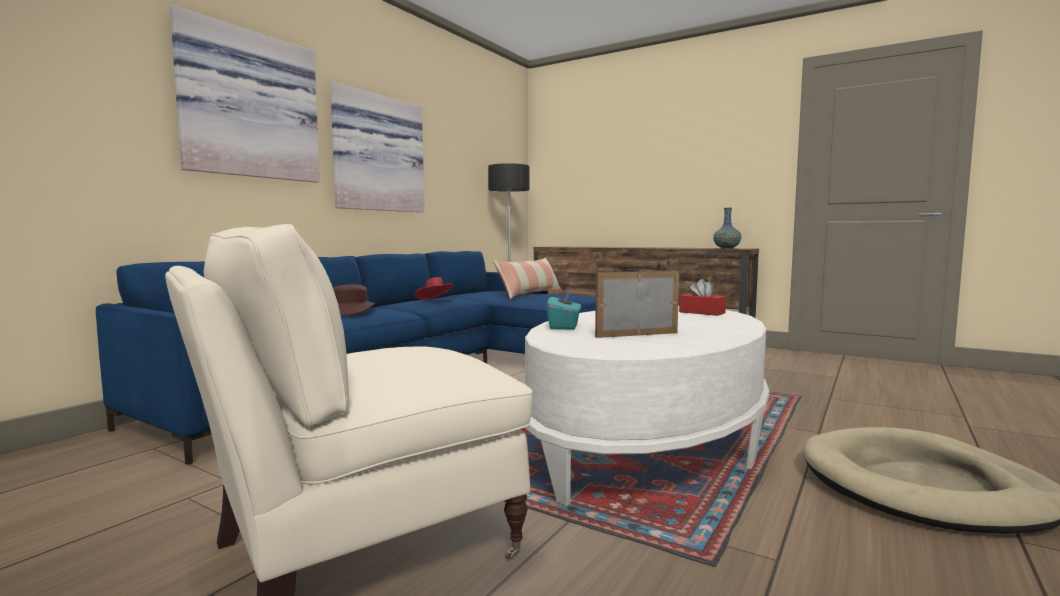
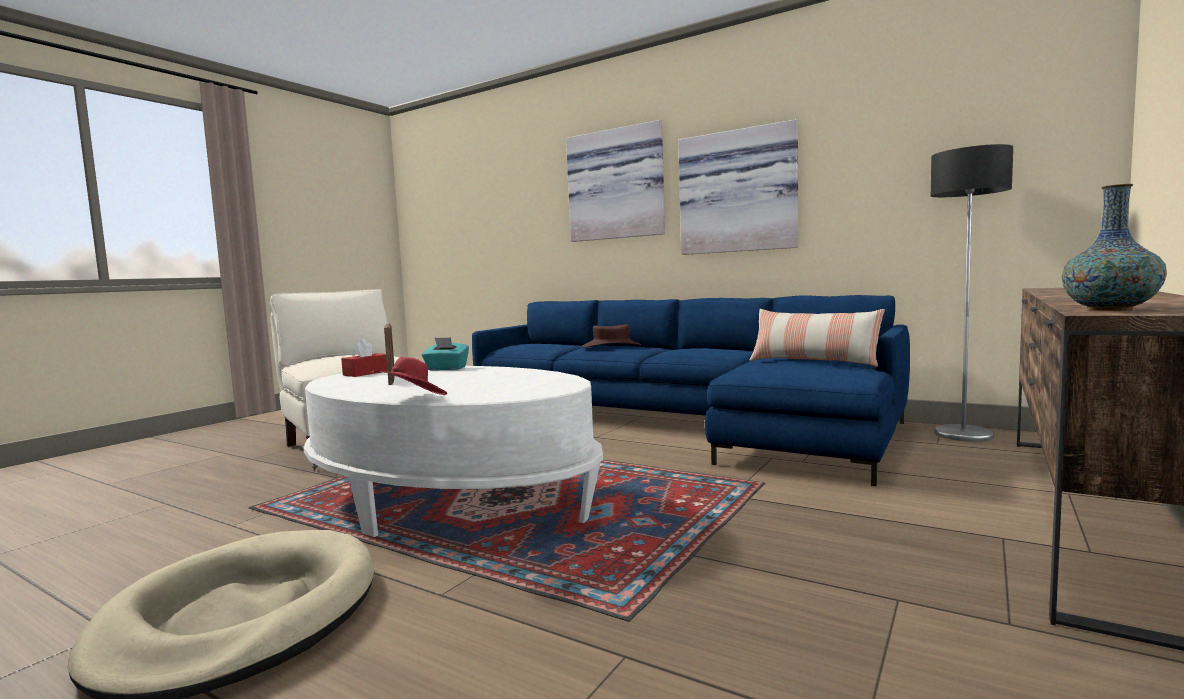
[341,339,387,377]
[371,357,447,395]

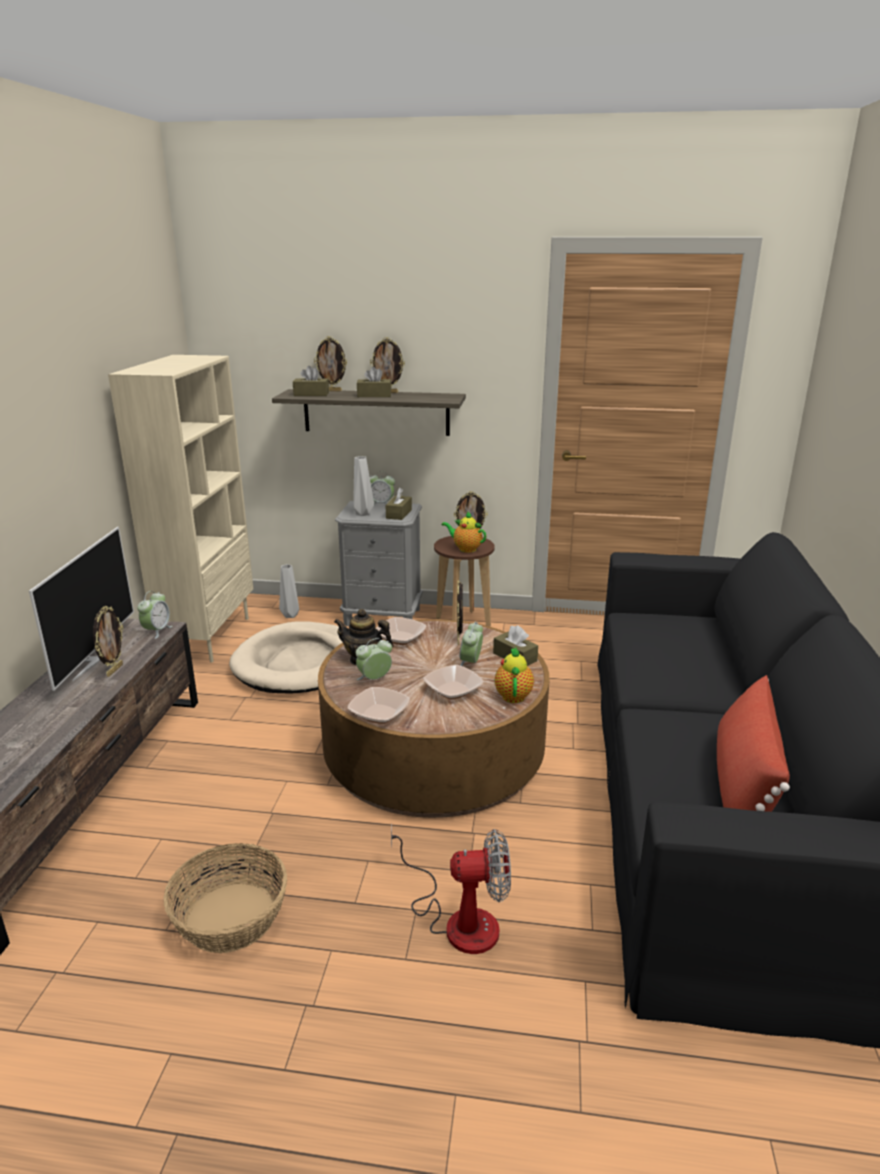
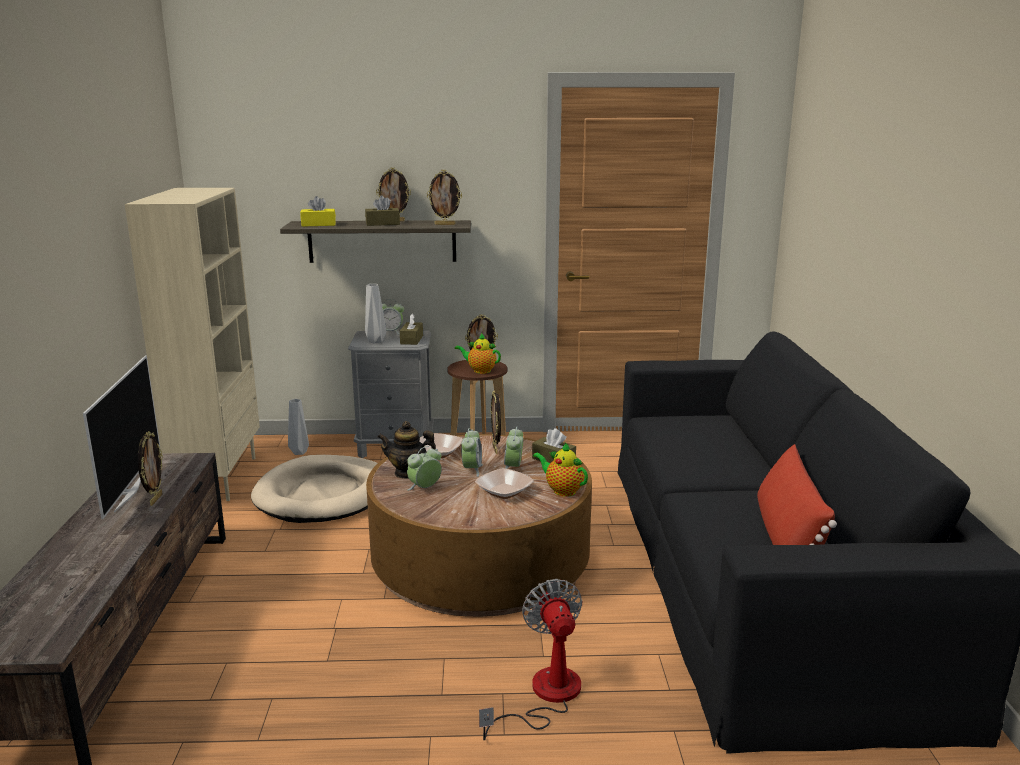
[300,196,336,227]
[427,170,462,225]
[461,428,483,477]
[479,579,582,740]
[533,442,588,497]
[163,843,287,953] (first image)
[347,687,410,724] (first image)

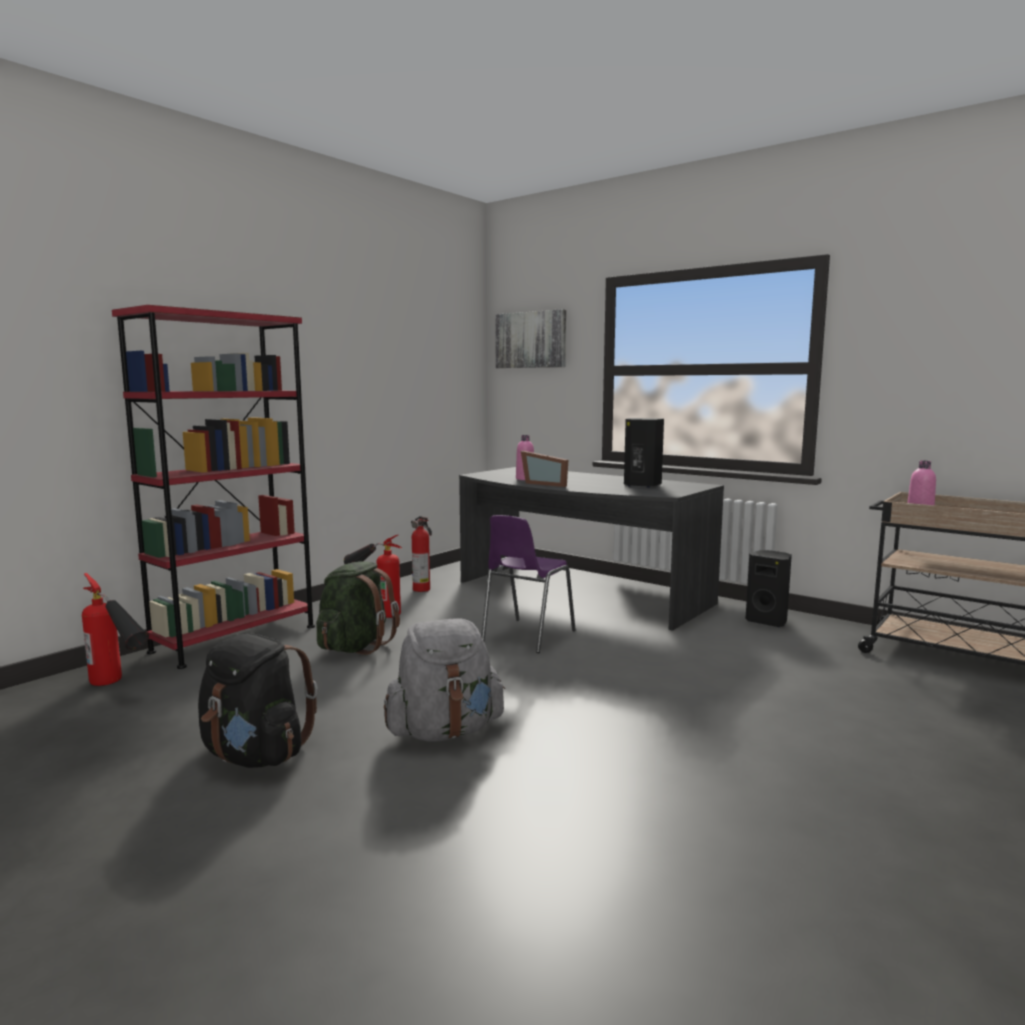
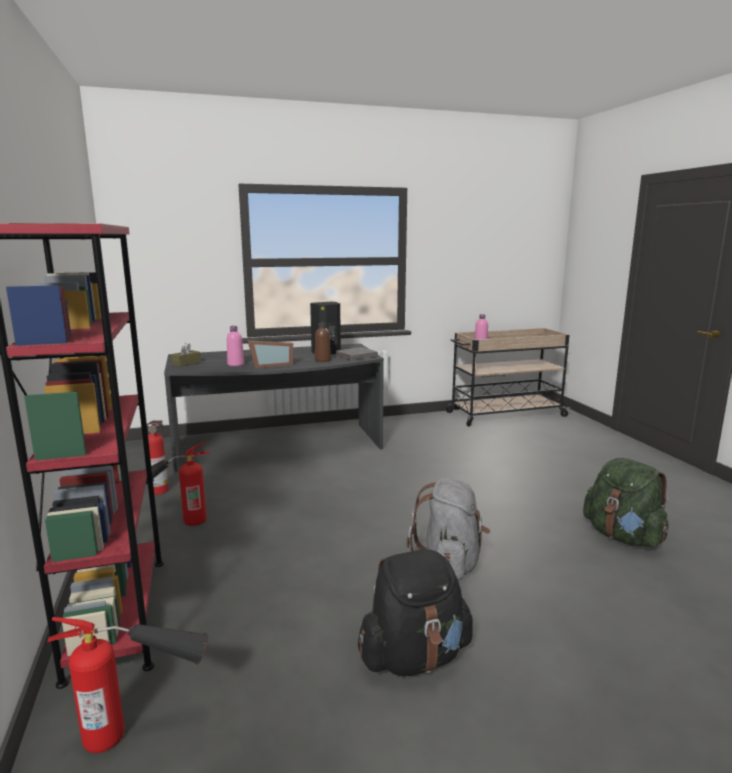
[171,343,201,367]
[315,323,331,362]
[336,347,378,360]
[583,458,669,548]
[481,515,576,653] (first image)
[495,309,566,368] (first image)
[745,550,792,627] (first image)

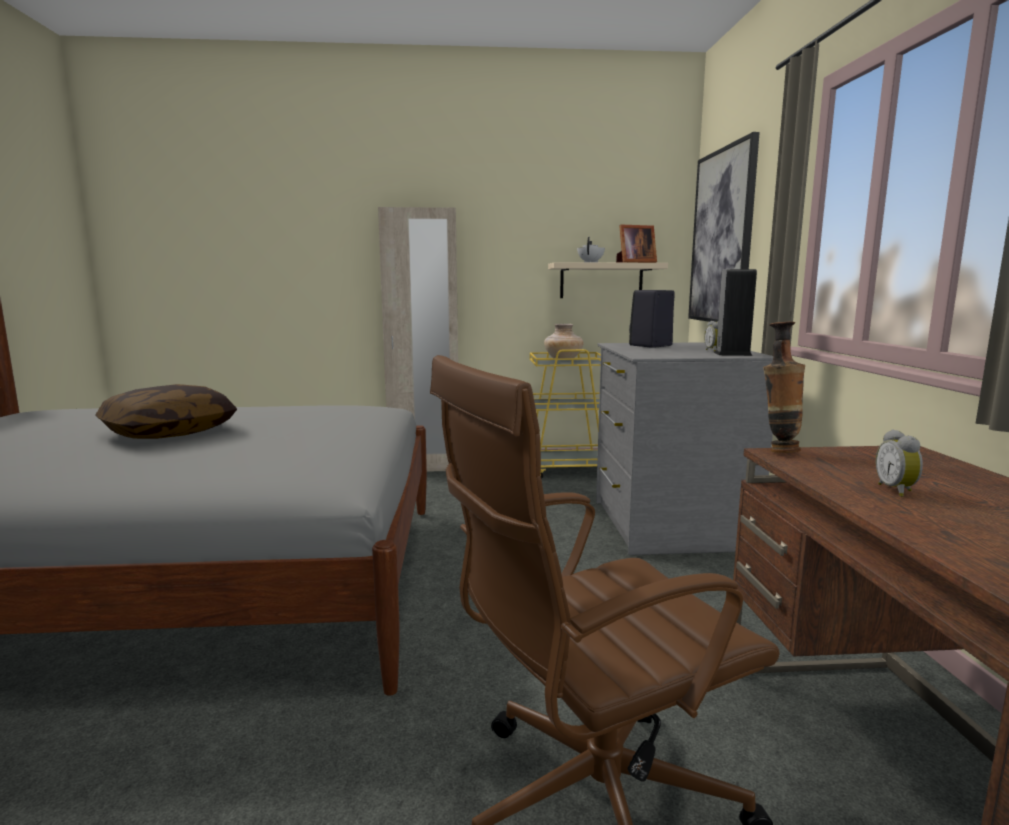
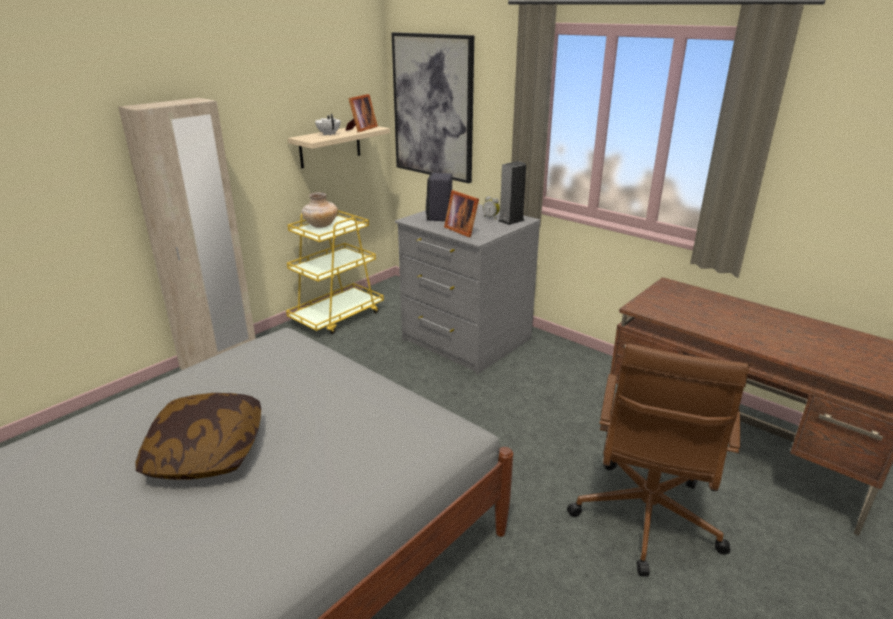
[444,190,479,237]
[763,321,805,453] (first image)
[875,429,923,497] (first image)

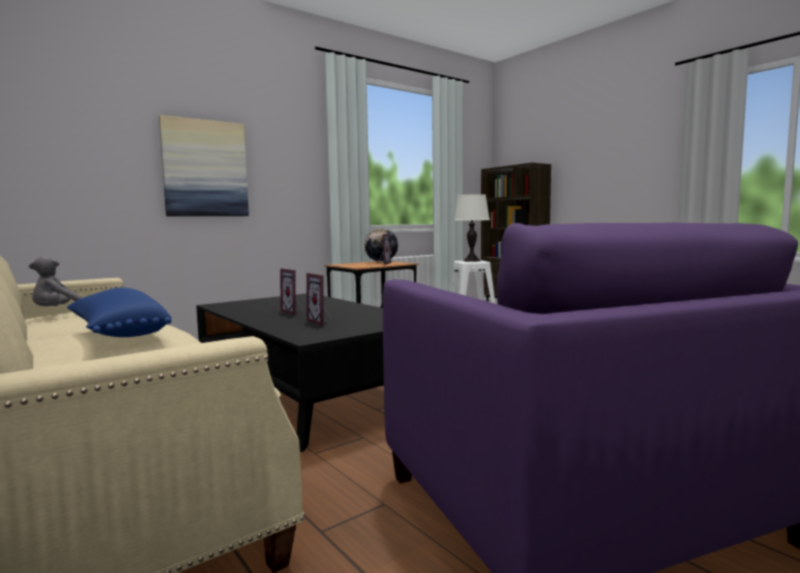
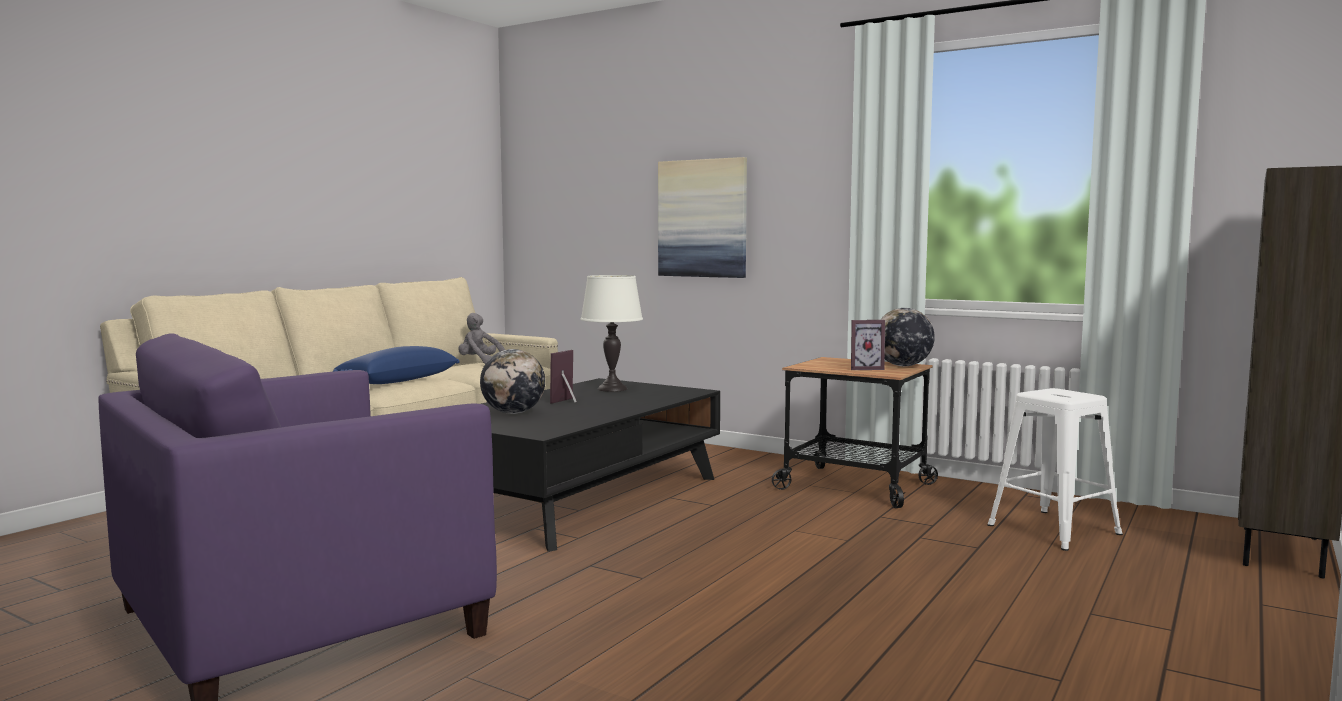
[480,349,545,414]
[580,275,643,392]

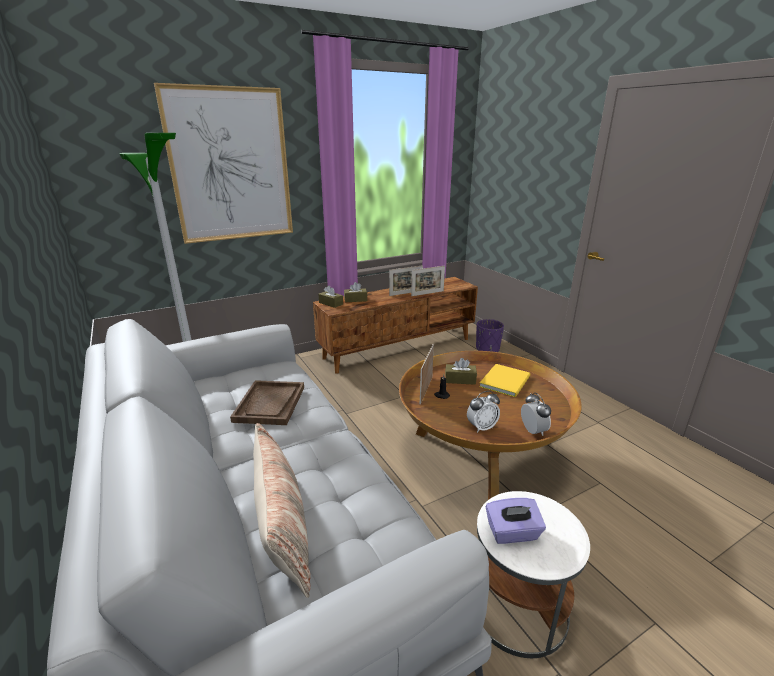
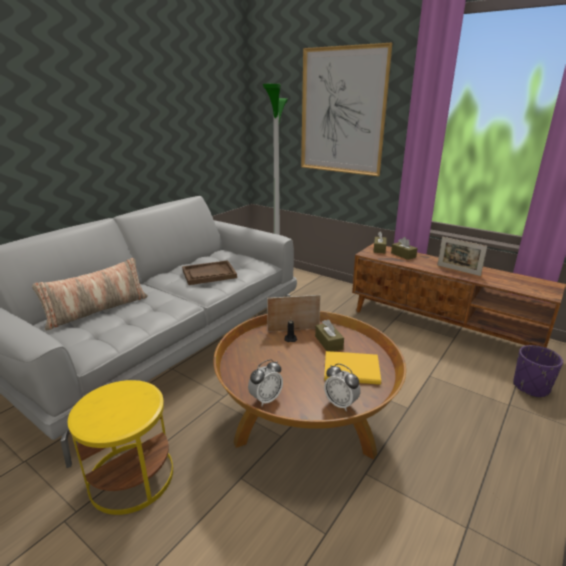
[68,380,173,515]
[324,363,361,411]
[411,266,445,296] (first image)
[486,498,546,544] (first image)

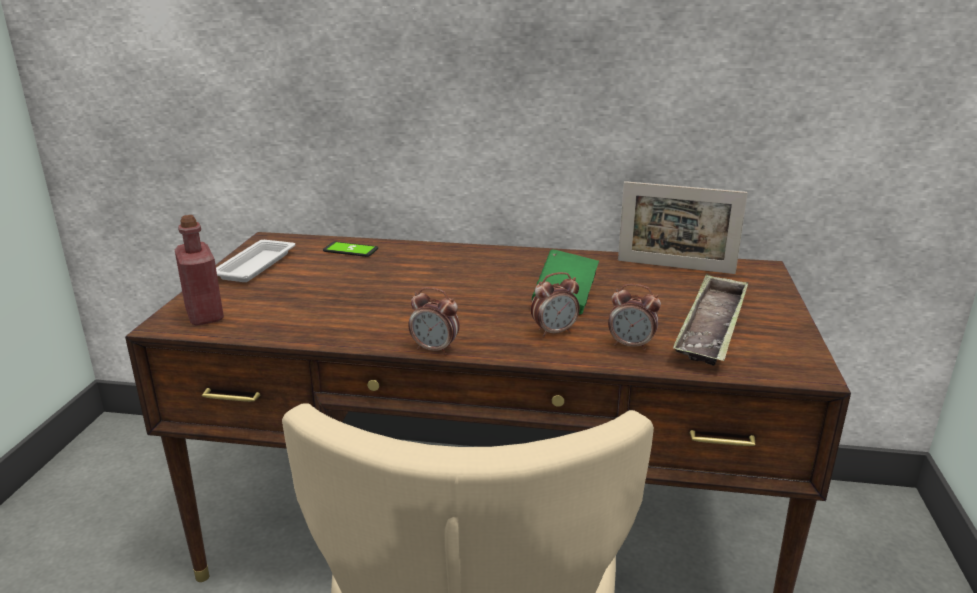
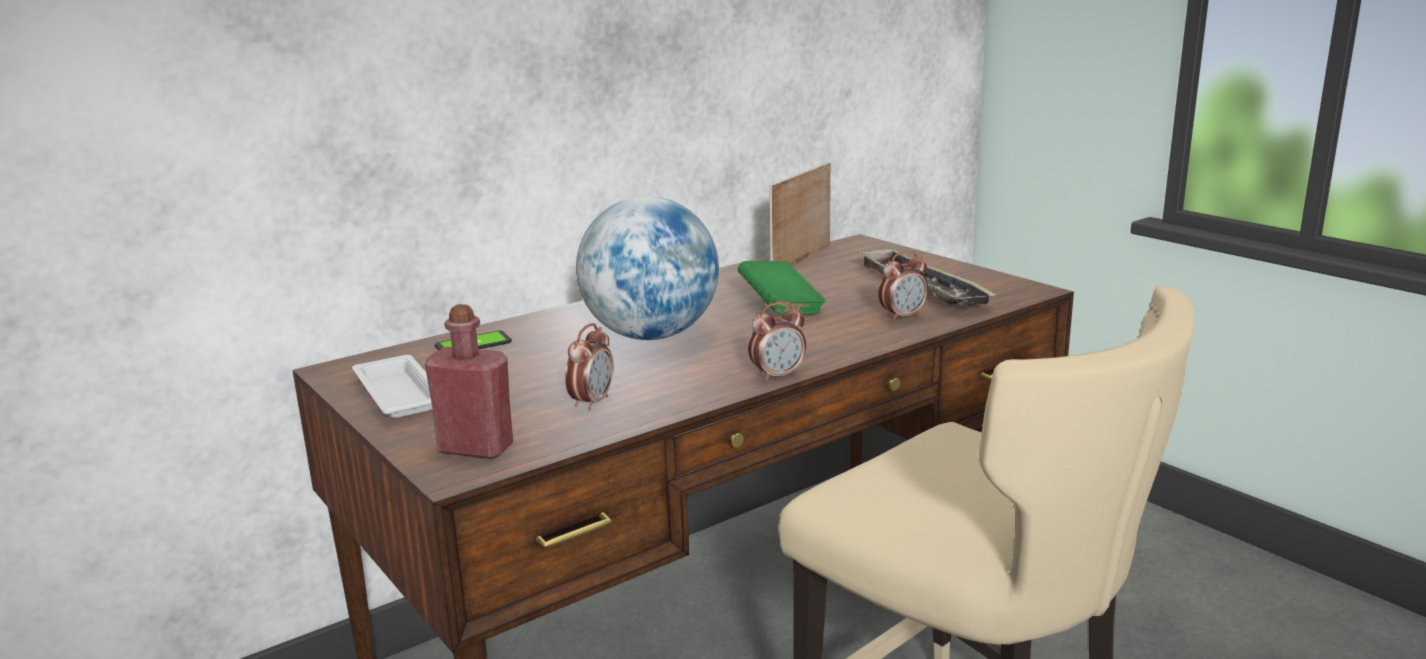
[565,323,614,411]
[576,196,719,340]
[769,162,831,266]

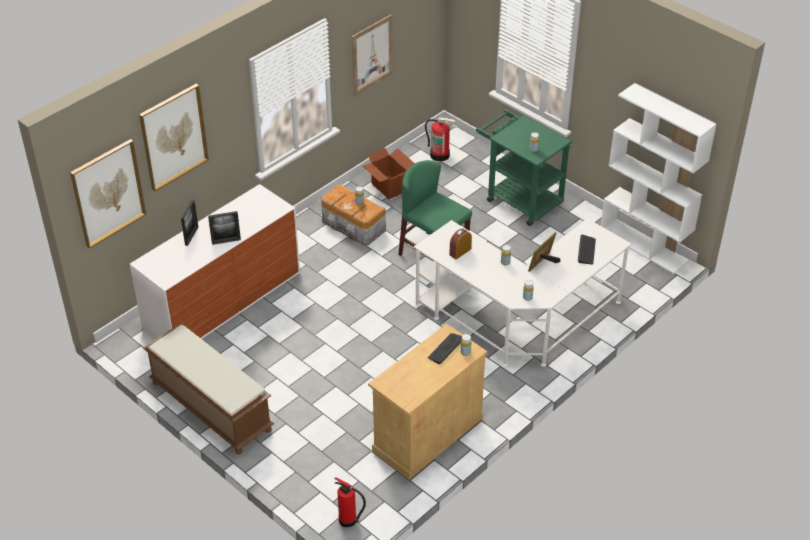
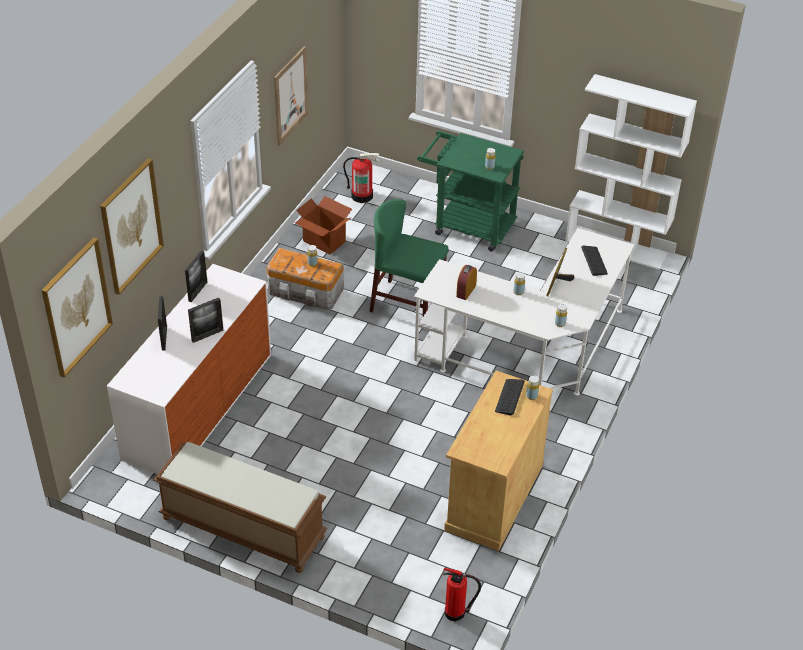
[185,250,207,302]

